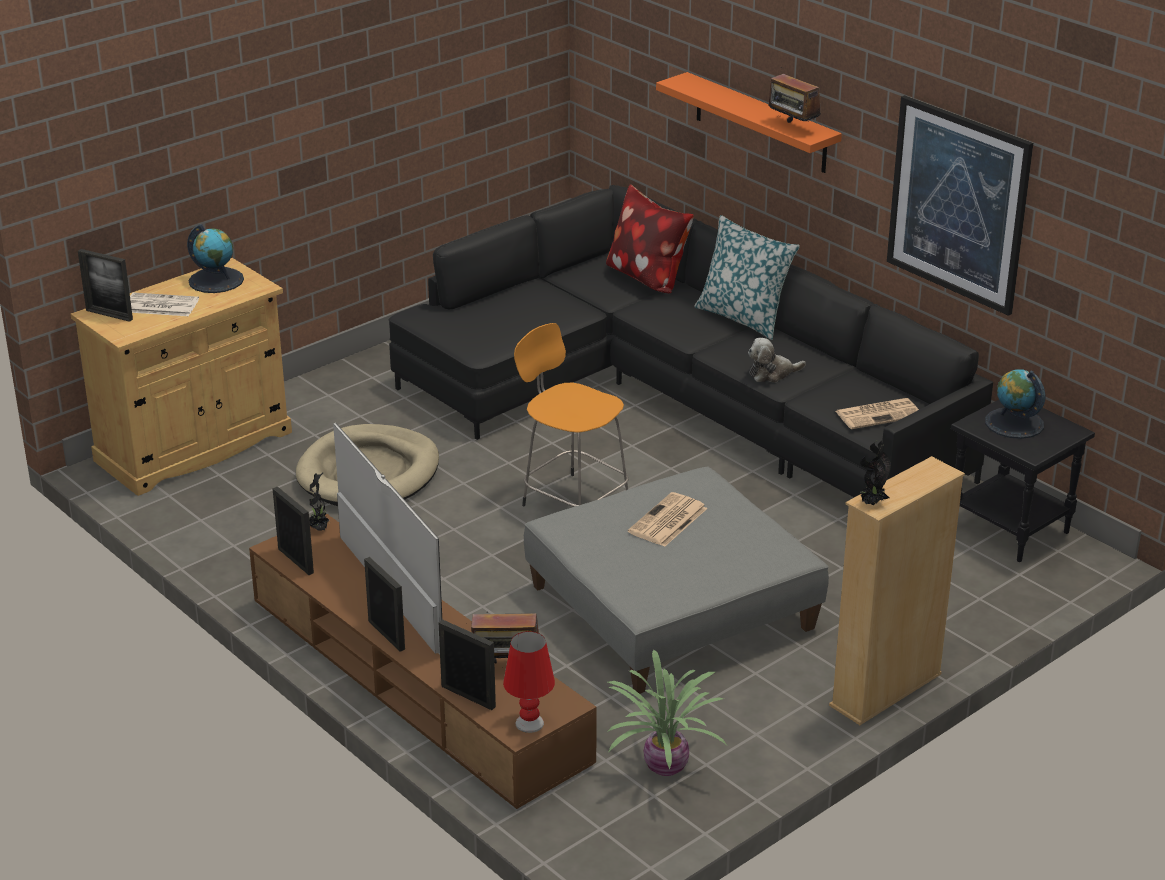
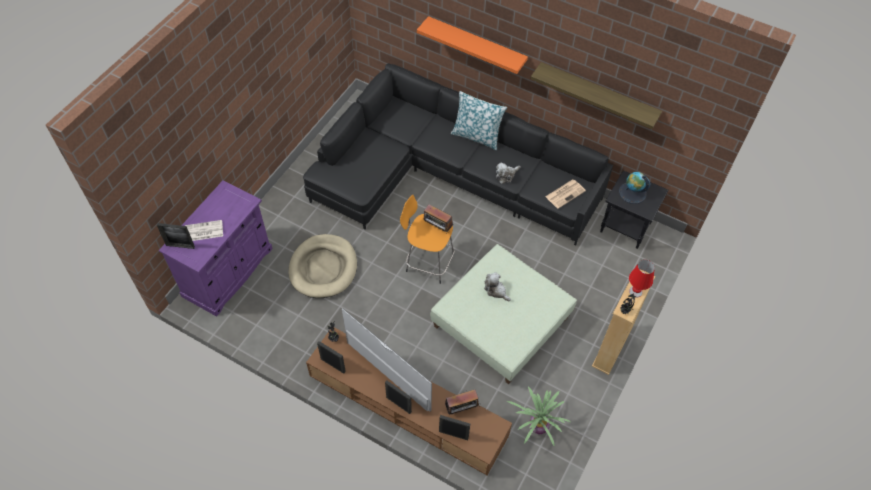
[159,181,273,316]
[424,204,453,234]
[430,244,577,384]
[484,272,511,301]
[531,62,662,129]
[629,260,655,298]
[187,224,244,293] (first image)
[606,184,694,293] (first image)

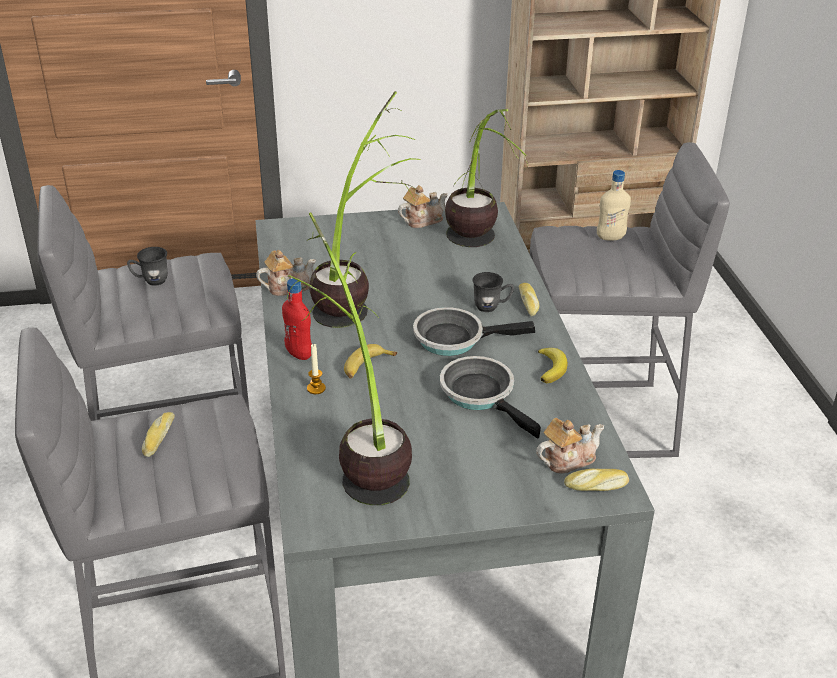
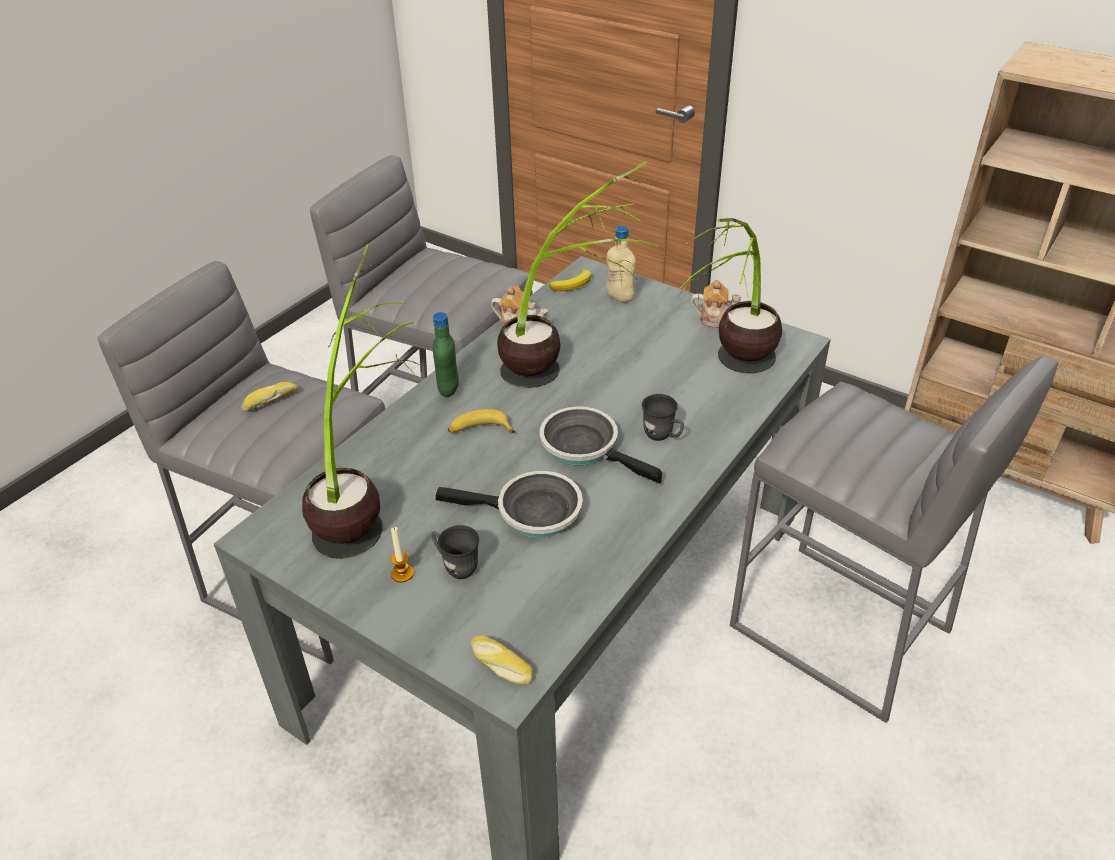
[391,527,414,582]
[431,525,479,579]
[433,312,459,397]
[436,471,583,538]
[549,269,592,291]
[606,226,636,303]
[519,283,539,316] (first image)
[536,418,604,474] (first image)

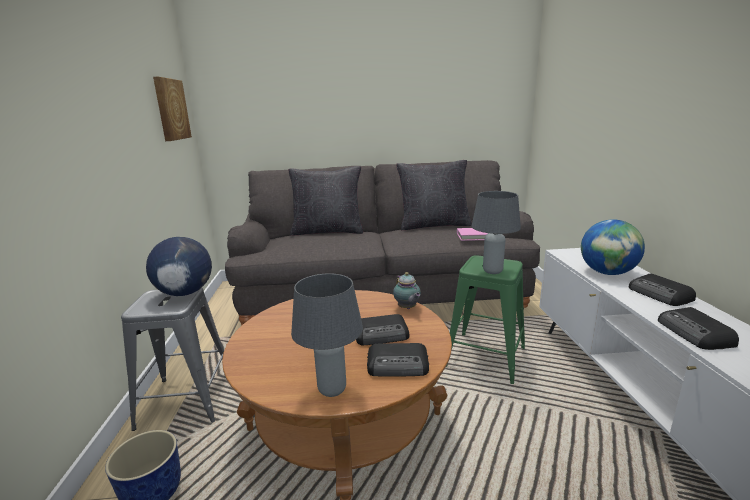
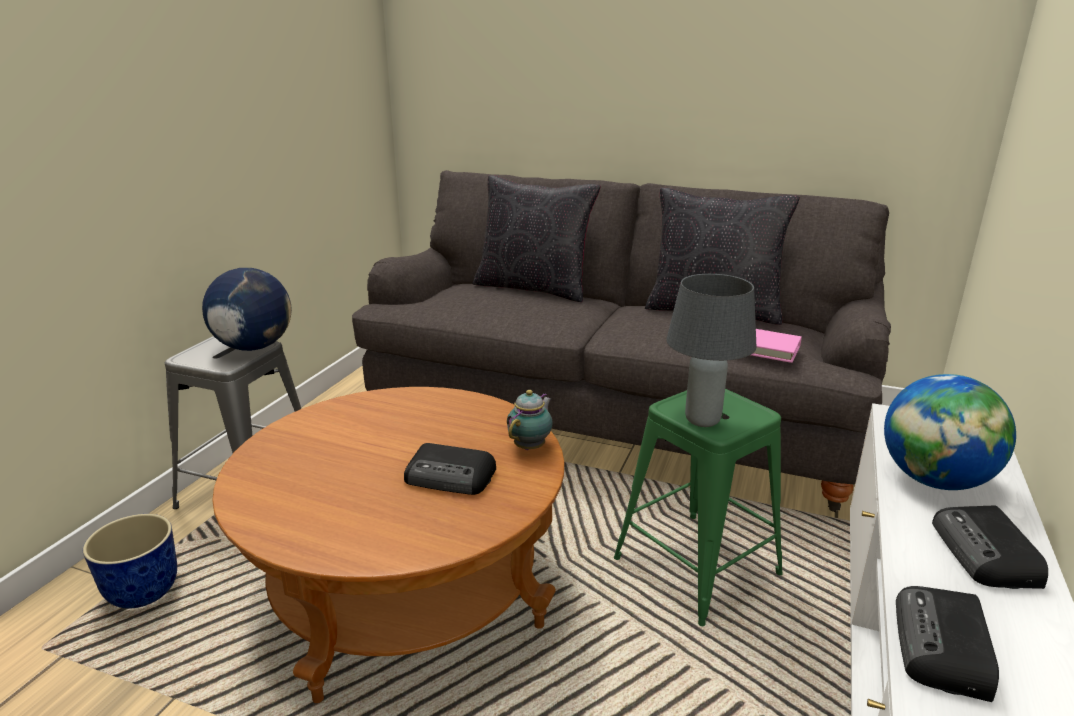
[507,390,553,450]
[153,77,192,141] (first image)
[291,273,363,397] (first image)
[367,343,429,377] (first image)

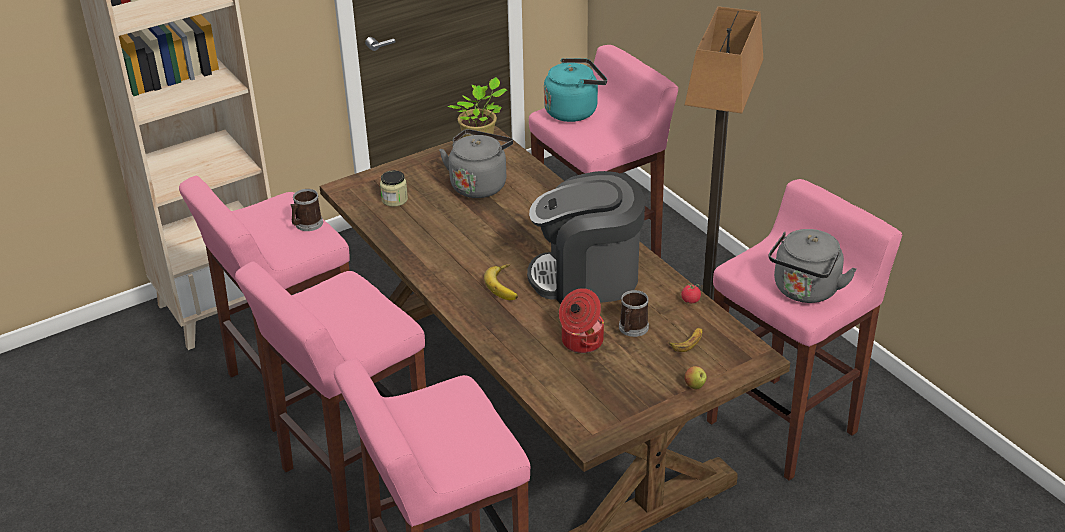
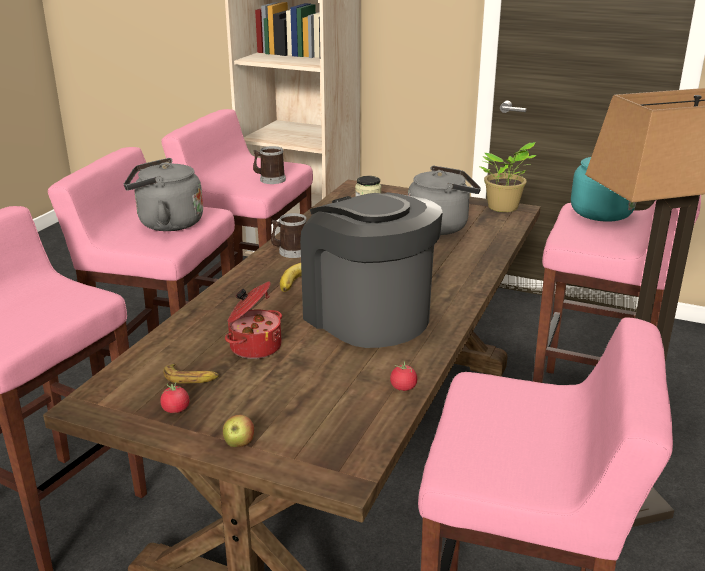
[124,158,203,231]
[160,382,189,413]
[163,364,219,384]
[271,213,307,258]

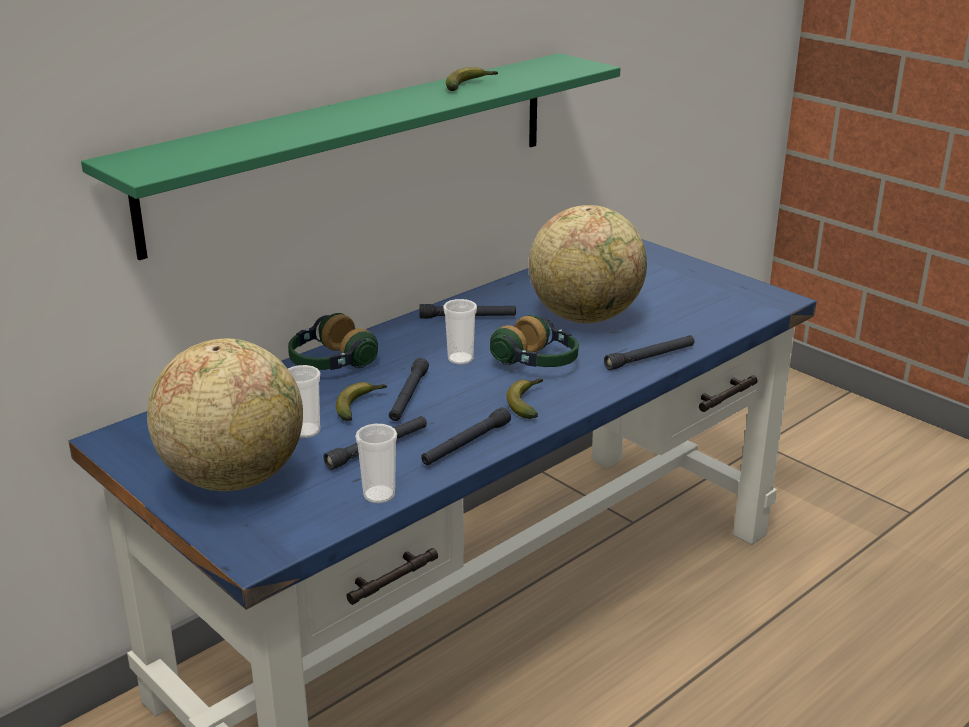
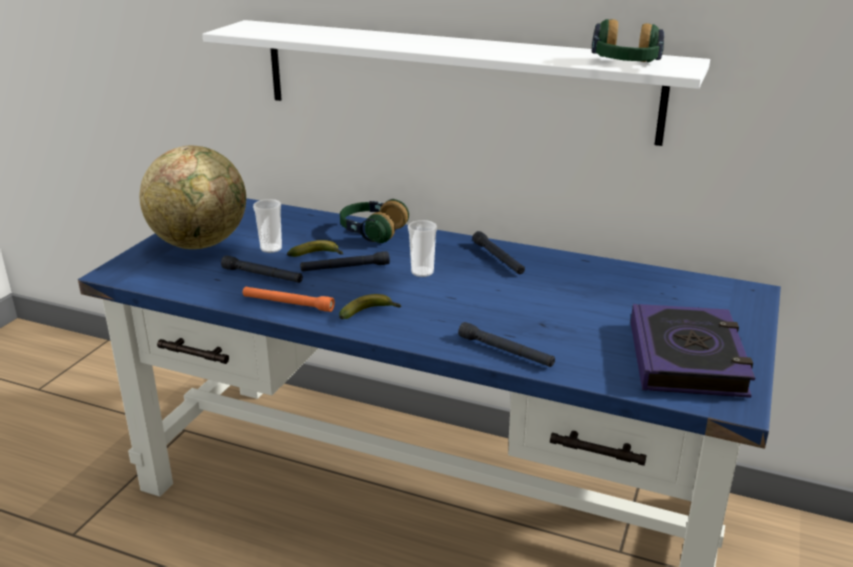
[202,20,710,146]
[243,287,335,312]
[592,19,664,62]
[631,304,755,398]
[355,424,397,503] (first image)
[446,67,498,91] (first image)
[529,205,647,323] (first image)

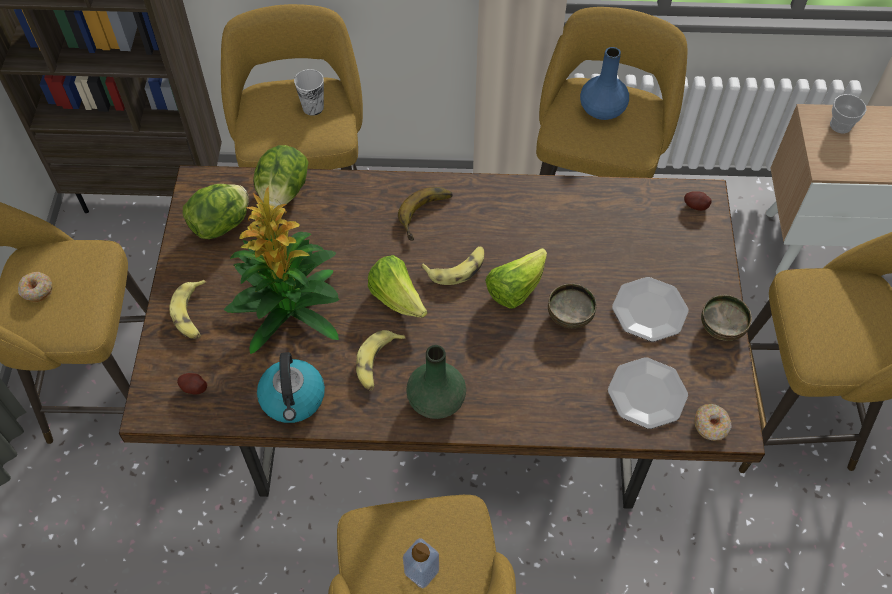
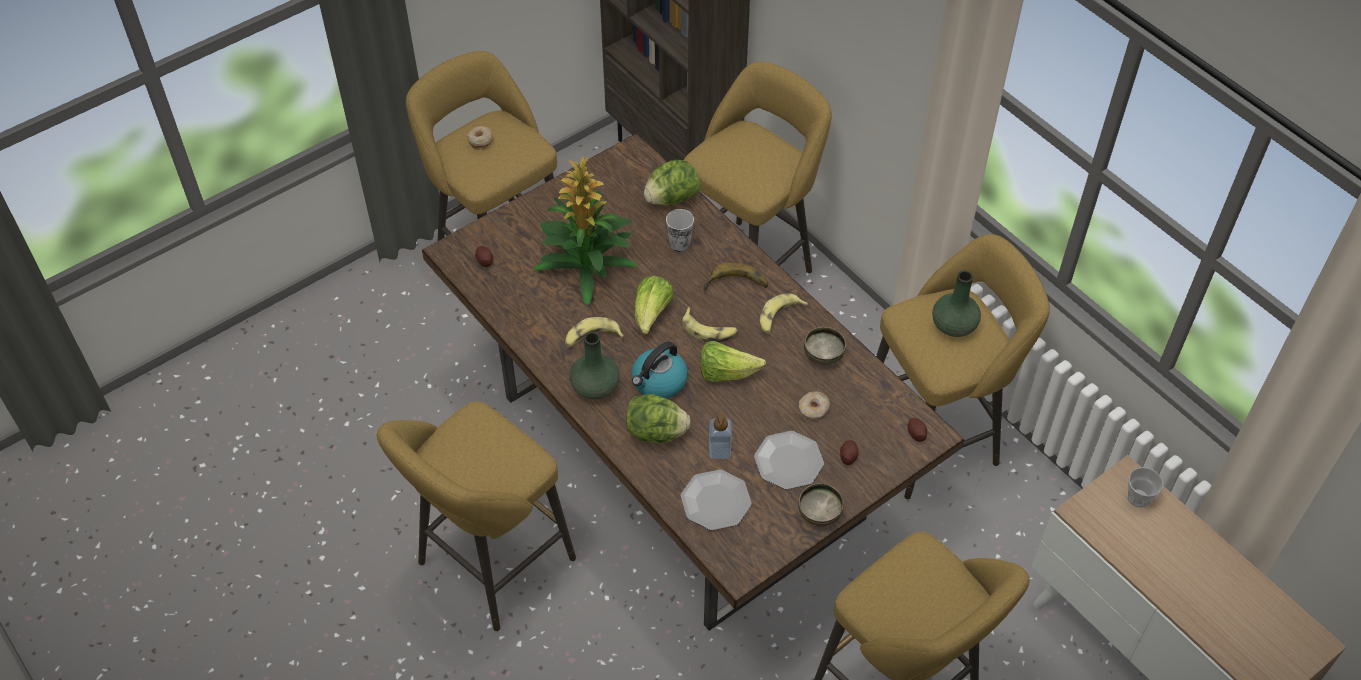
[626,394,690,443]
[631,341,688,399]
[666,209,694,252]
[709,413,732,459]
[760,293,808,335]
[799,391,830,420]
[804,327,846,365]
[840,440,859,465]
[932,270,981,337]

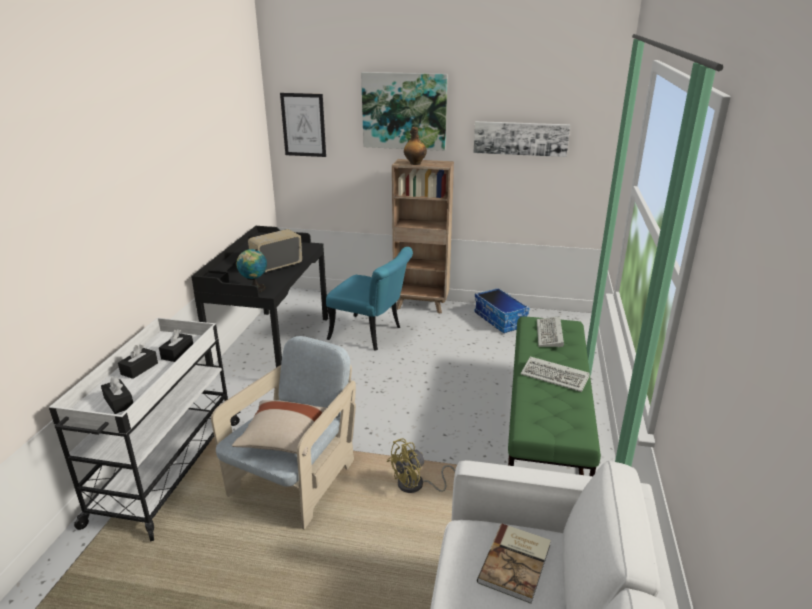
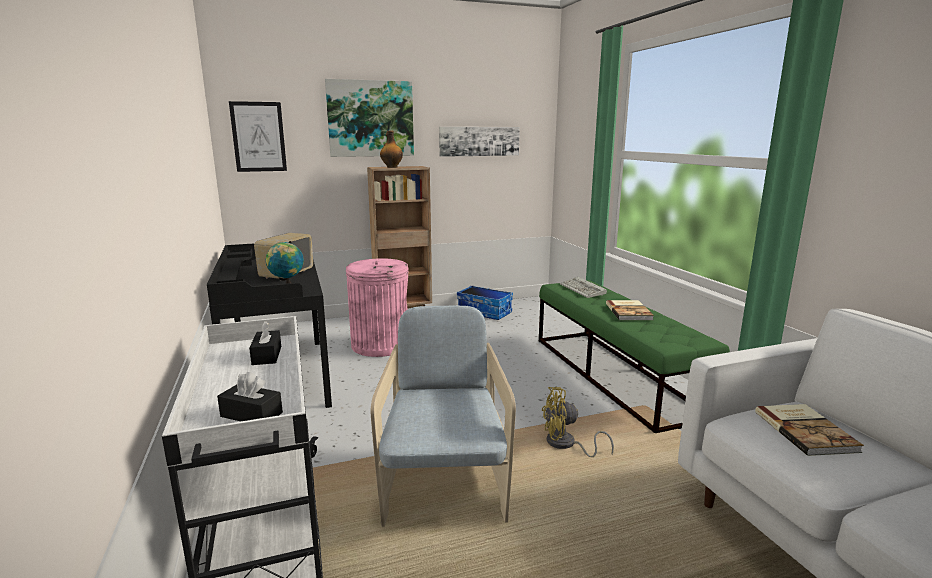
[346,258,409,357]
[542,387,614,457]
[606,300,654,320]
[118,344,158,379] (first image)
[232,400,326,456] (first image)

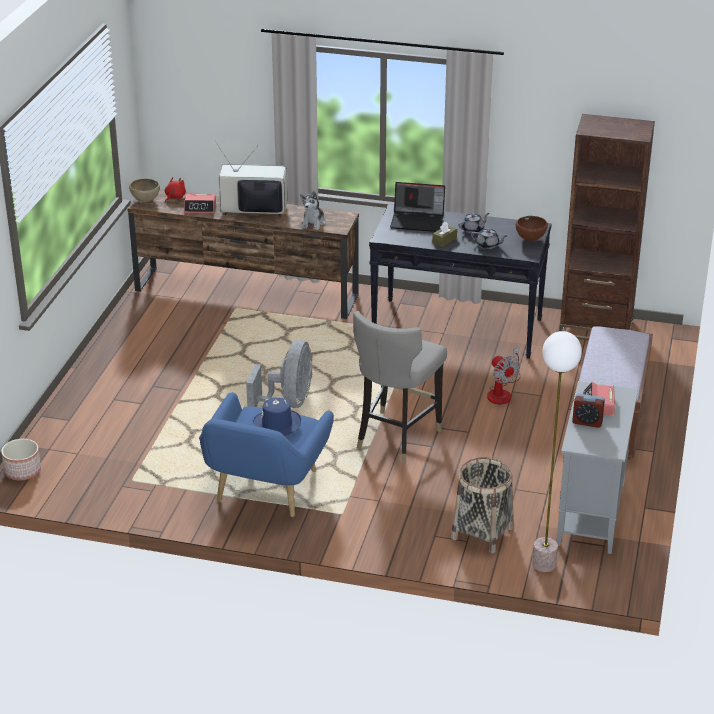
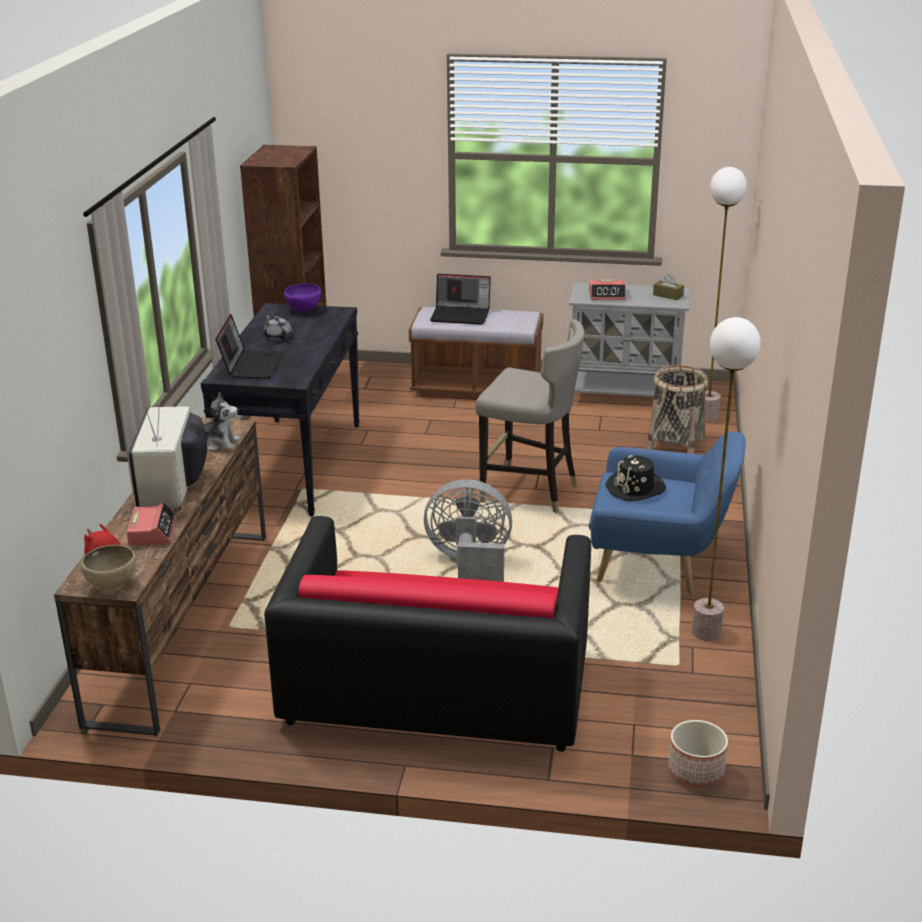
[264,516,591,752]
[284,284,321,312]
[430,274,491,325]
[605,455,666,501]
[653,274,684,300]
[692,317,761,641]
[471,229,507,249] (first image)
[487,348,521,404] (first image)
[572,393,605,428] (first image)

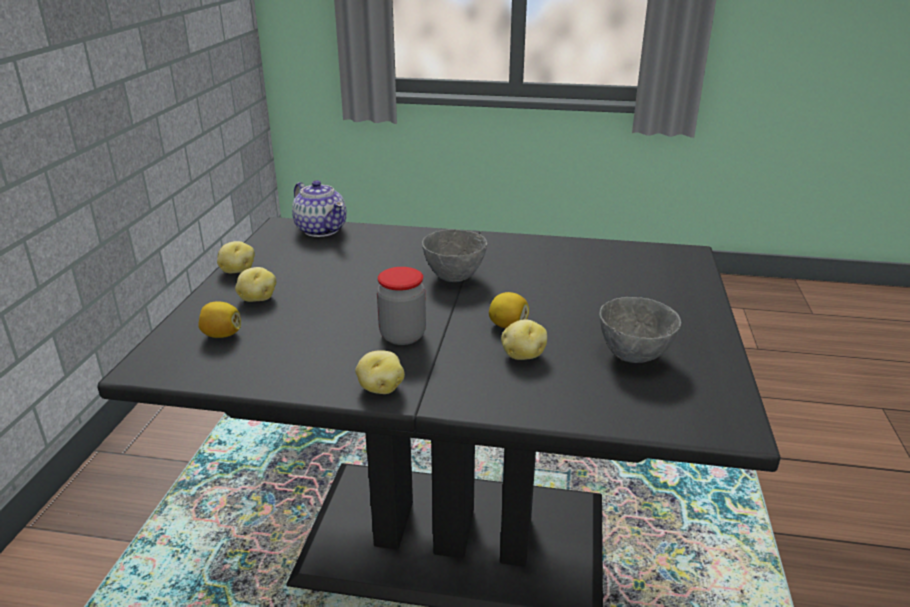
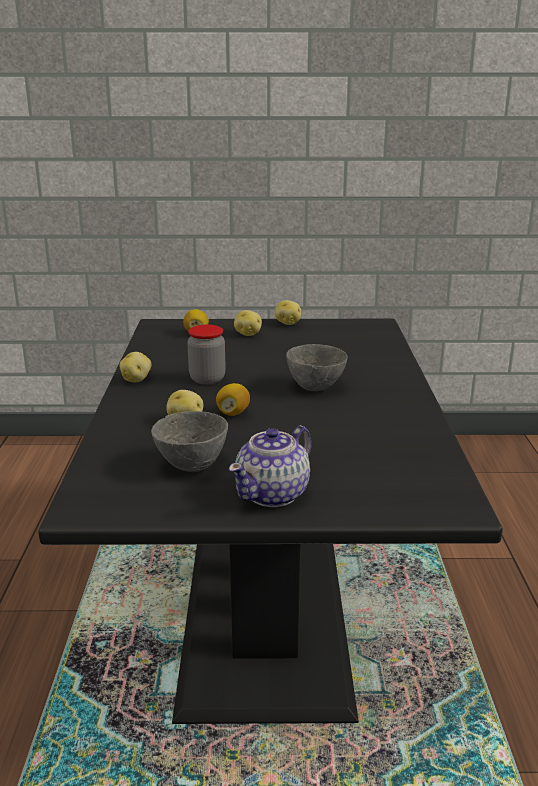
[229,425,312,507]

